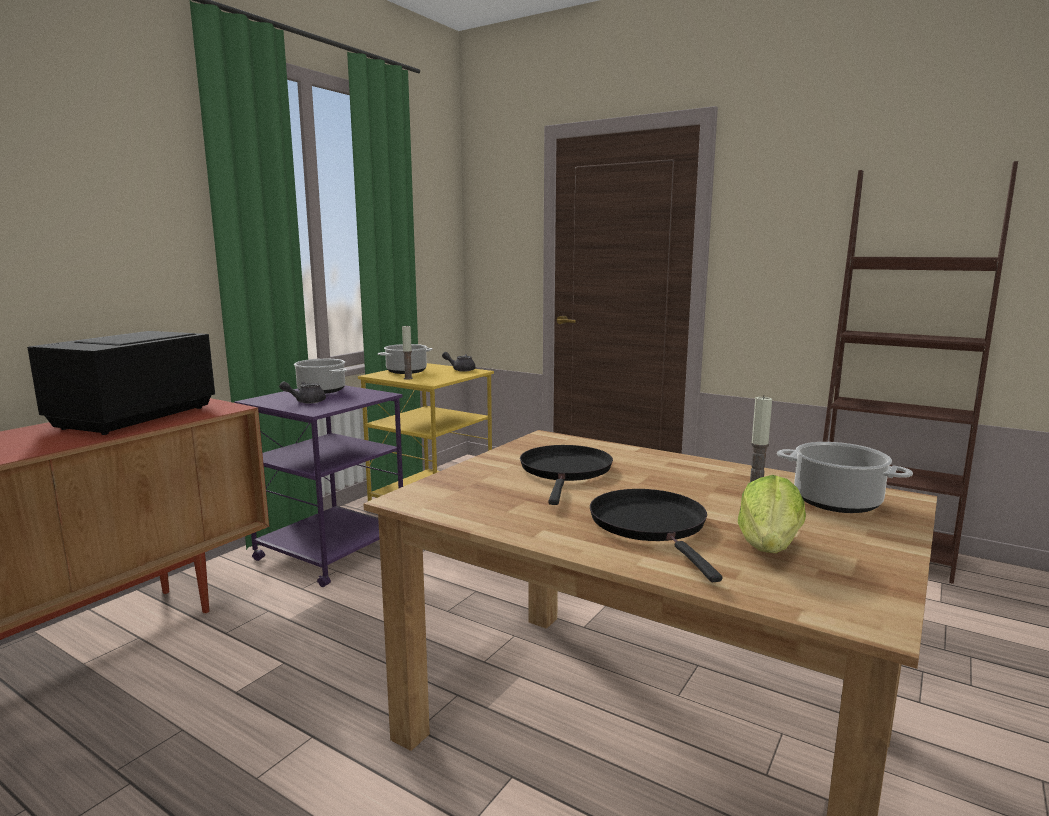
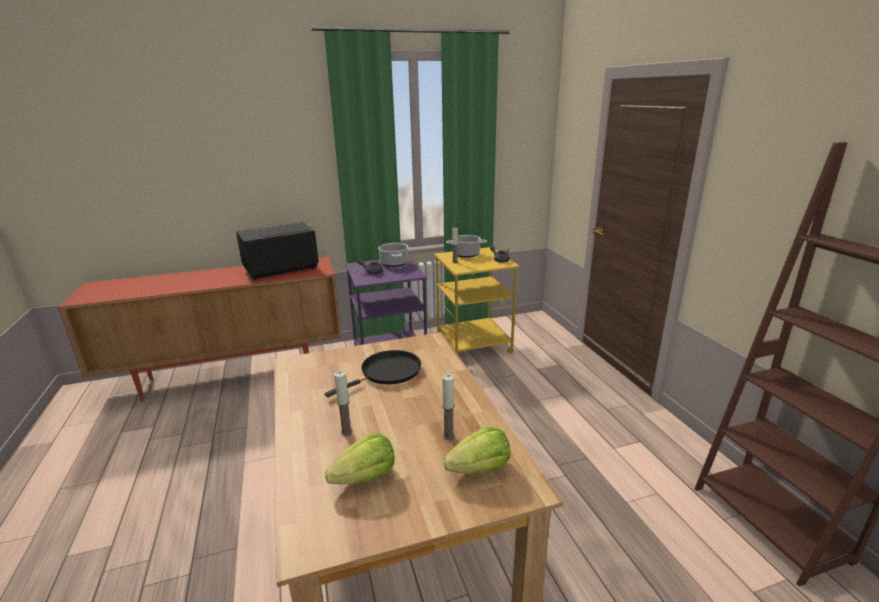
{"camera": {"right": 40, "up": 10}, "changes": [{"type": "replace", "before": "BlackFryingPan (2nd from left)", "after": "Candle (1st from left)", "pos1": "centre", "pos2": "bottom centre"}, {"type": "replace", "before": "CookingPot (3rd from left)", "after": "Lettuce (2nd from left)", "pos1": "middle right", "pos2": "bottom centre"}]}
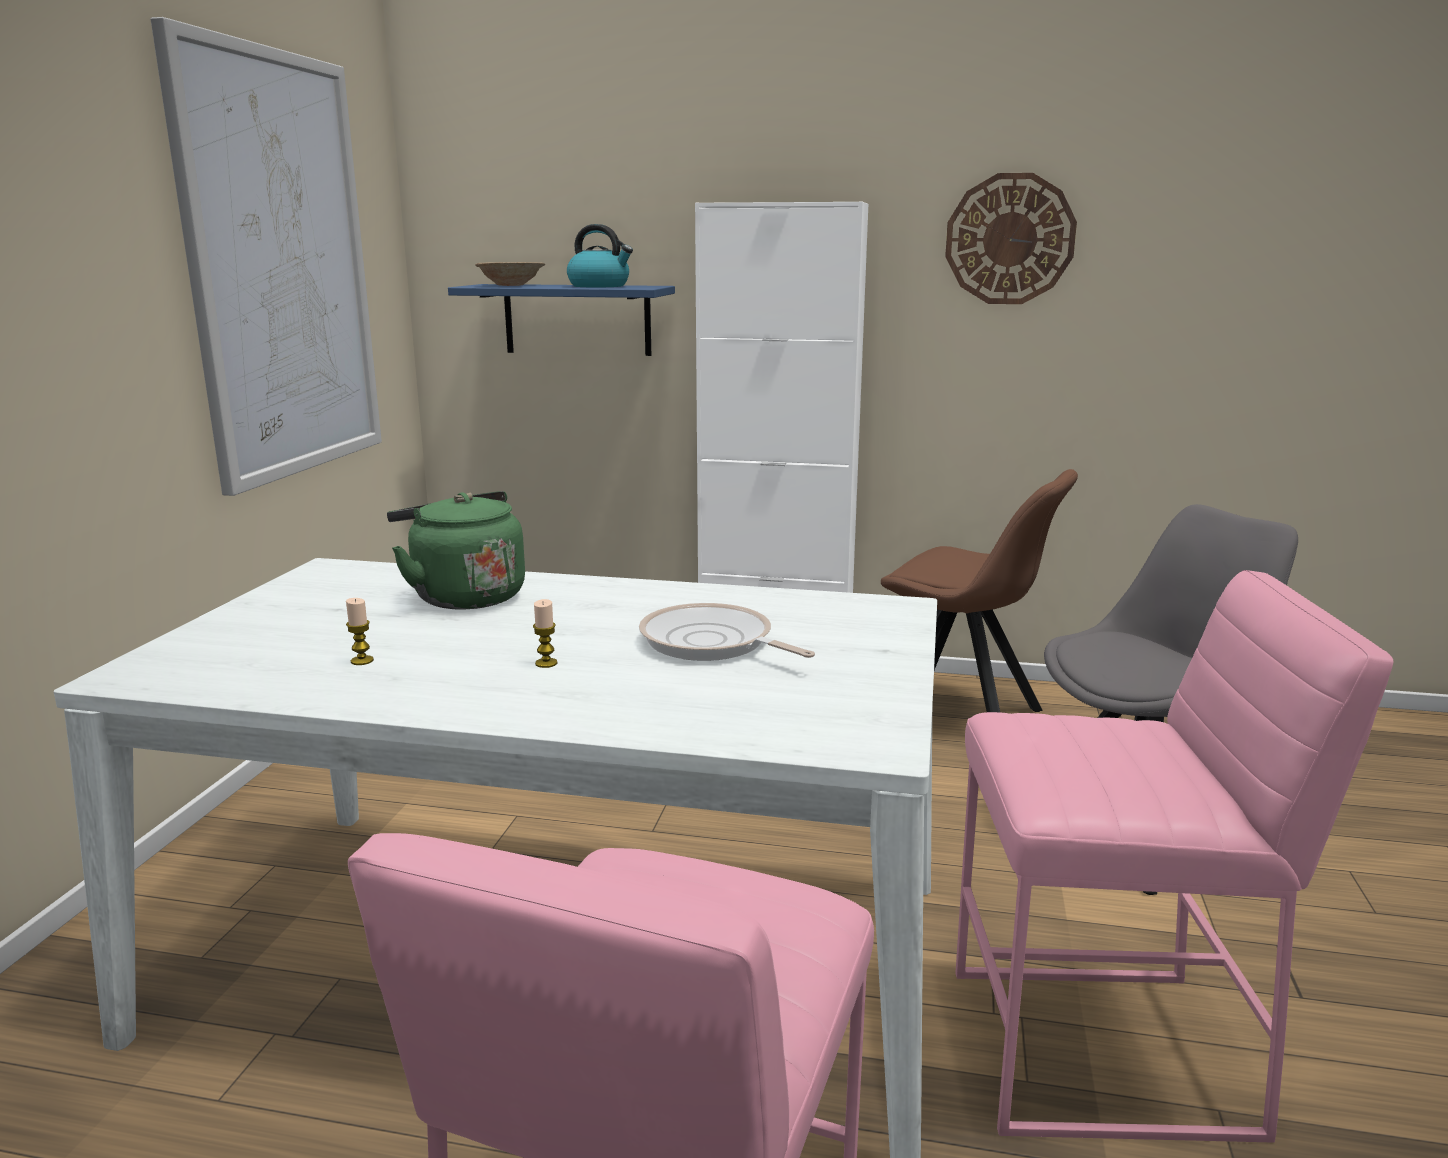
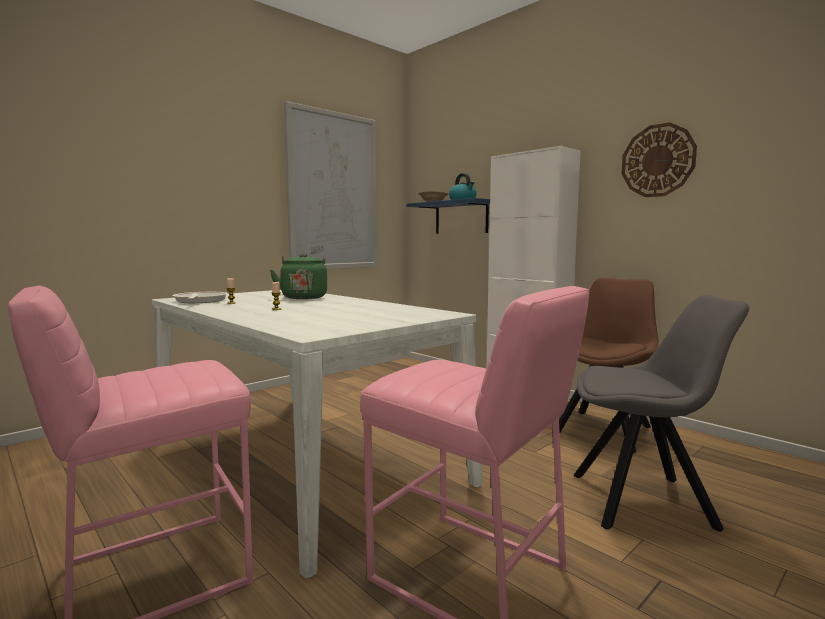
{"camera": {"right": 35, "up": -10}, "changes": [{"type": "move", "before": "FryingPan", "pos1": "centre", "pos2": "middle left"}, {"type": "rotate", "before": "BrownChair", "pos1": "middle right", "pos2": "middle right", "turn": -120}]}
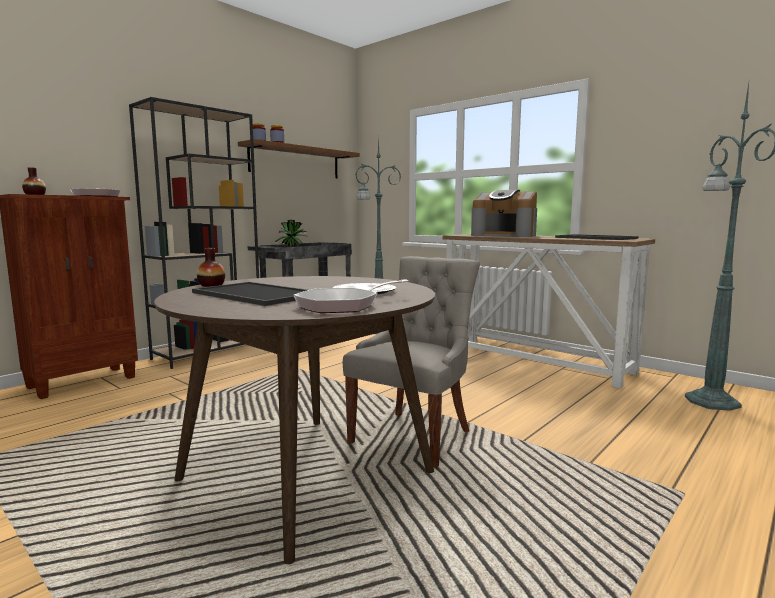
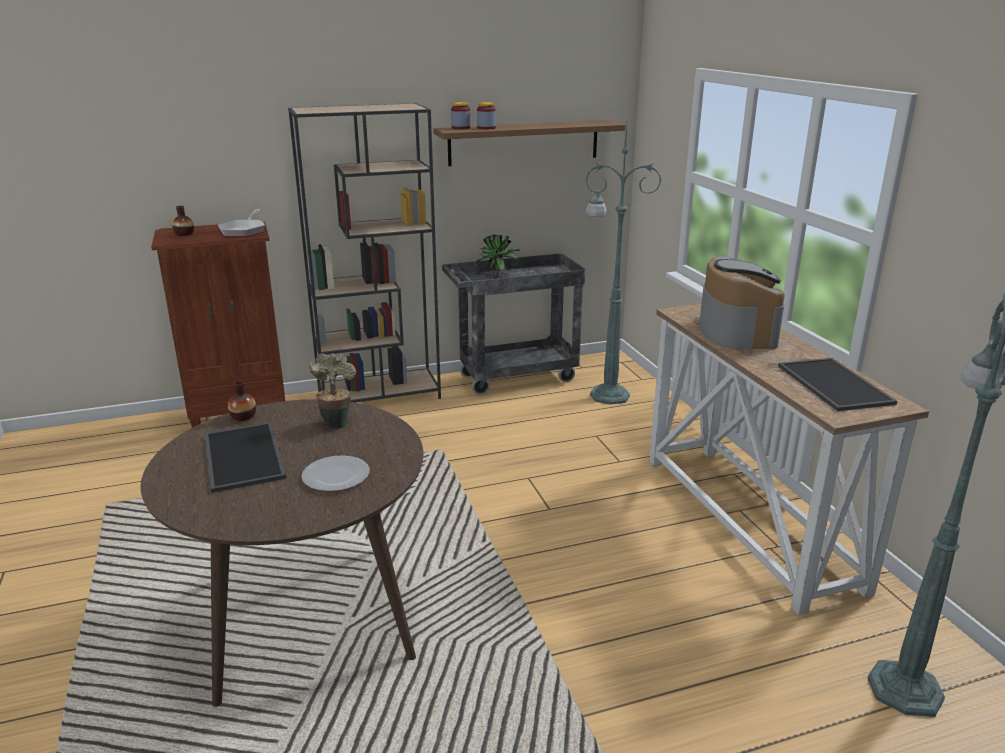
{"camera": {"right": 30, "up": 15}, "changes": [{"type": "insert", "after": "PottedPlant (1st from left)", "pos2": "middle left"}, {"type": "rotate", "before": "CoffeeMachine", "pos1": "centre", "pos2": "middle right", "turn": -150}, {"type": "delete", "before": "FryingPan (2nd from left)", "pos1": "centre"}, {"type": "delete", "before": "GreyChair", "pos1": "centre"}]}
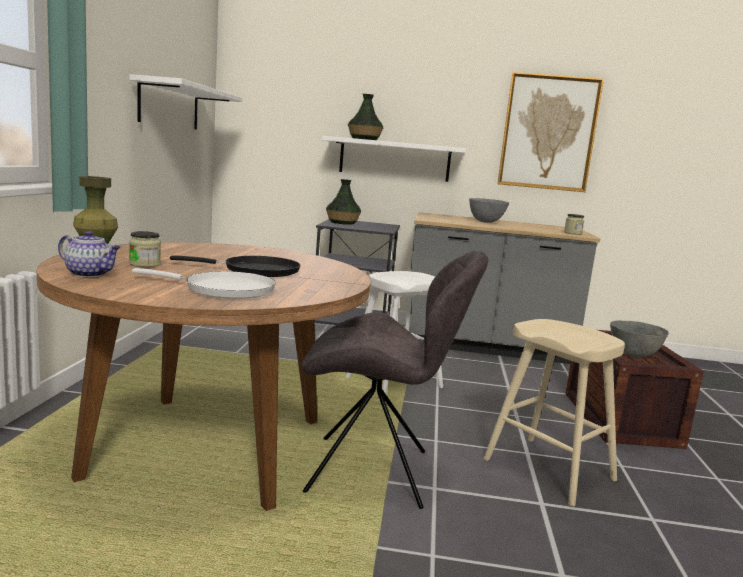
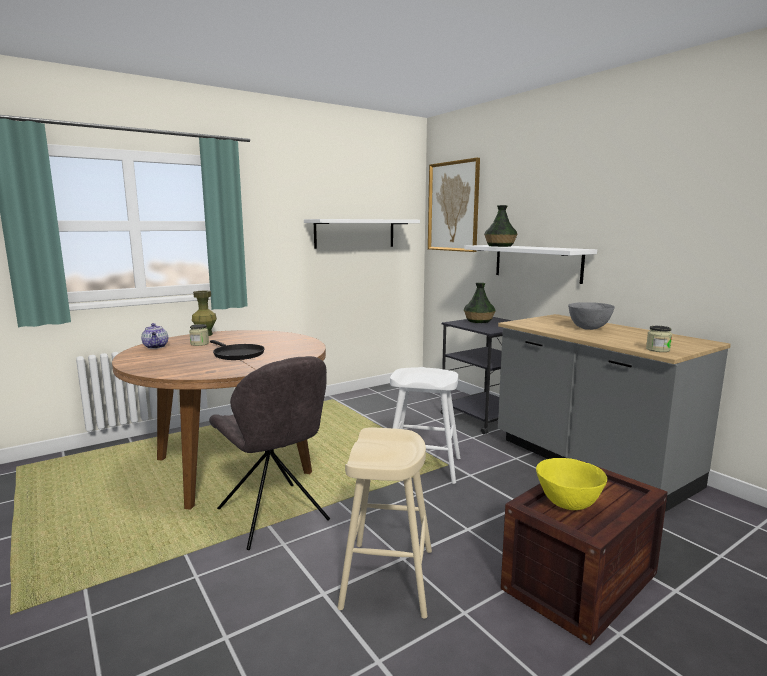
{"camera": {"right": 50, "up": 0}, "changes": [{"type": "move", "before": "Picture", "pos1": "top right", "pos2": "top centre"}, {"type": "recolor", "before": "GreyBowl (2nd from left)", "after": "YellowBowl", "pos1": "middle right", "pos2": "bottom right"}, {"type": "delete", "before": "WhiteFryingPan", "pos1": "middle left"}]}
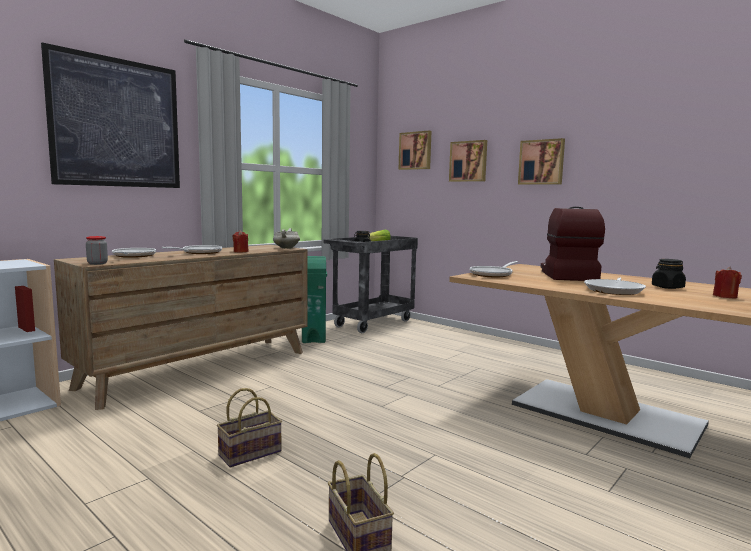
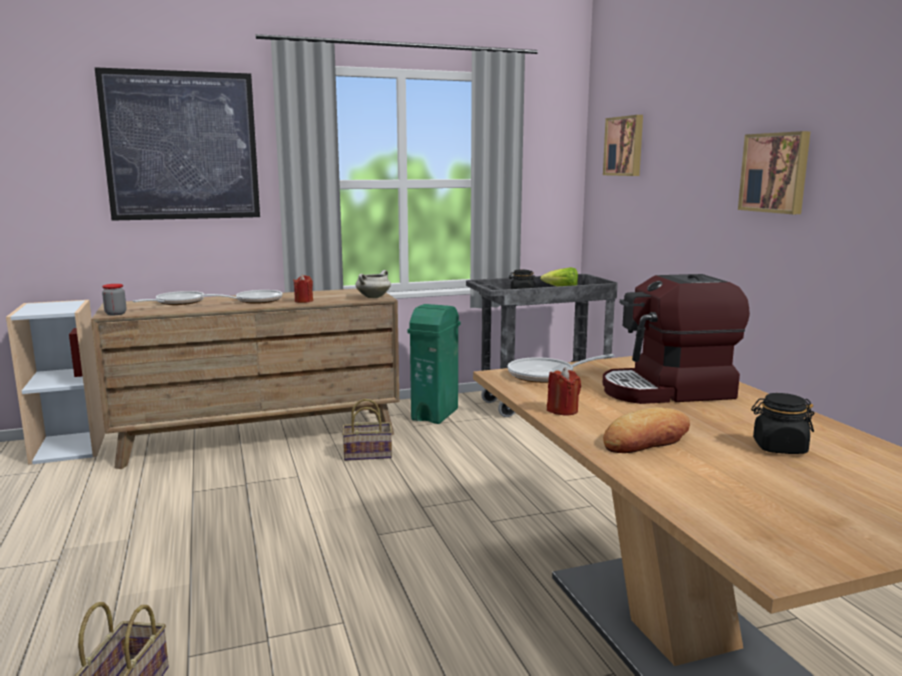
{"camera": {"right": 30, "up": 5}, "changes": [{"type": "move", "before": "Basket (1st from left in the first image)", "after": "Basket (2nd from left)", "pos1": "bottom left", "pos2": "centre"}, {"type": "move", "before": "RedCandle (2nd from left)", "pos1": "middle right", "pos2": "centre"}, {"type": "rotate", "before": "CoffeeMachine", "pos1": "middle right", "pos2": "middle right", "turn": -135}, {"type": "replace", "before": "FryingPan (4th from left)", "after": "Bread", "pos1": "middle right", "pos2": "middle right"}, {"type": "delete", "before": "Picture (3rd from left)", "pos1": "top centre"}]}
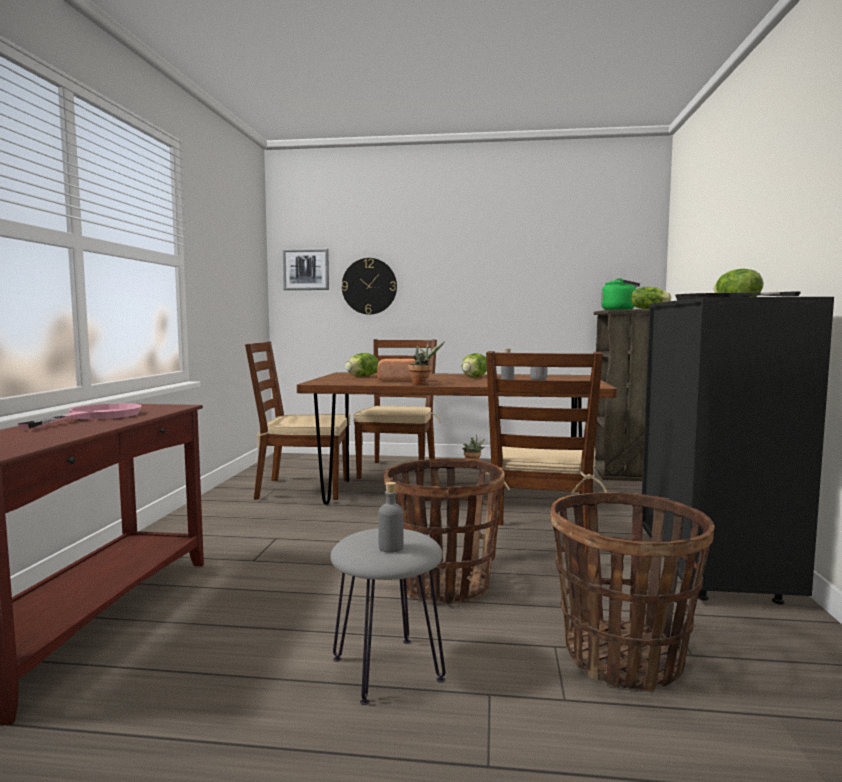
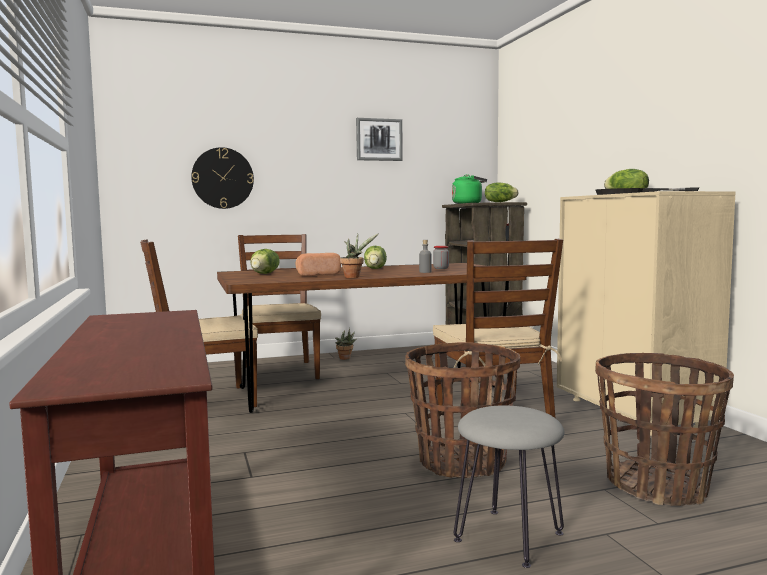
{"camera": {"right": -25, "up": 0}, "changes": [{"type": "move", "before": "Picture", "pos1": "centre", "pos2": "top centre"}, {"type": "recolor", "before": "BlackCabinet", "after": "BeigeCabinet", "pos1": "middle right", "pos2": "middle right"}, {"type": "delete", "before": "PinkFryingPan", "pos1": "middle left"}, {"type": "delete", "before": "GreyBottle (1st from left)", "pos1": "centre"}]}
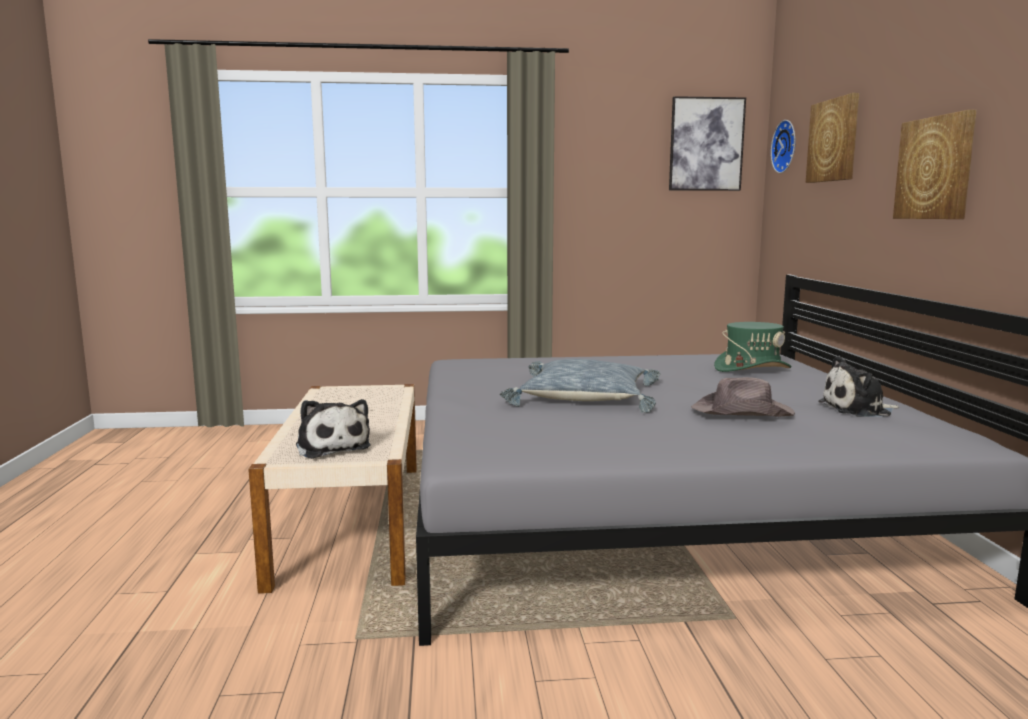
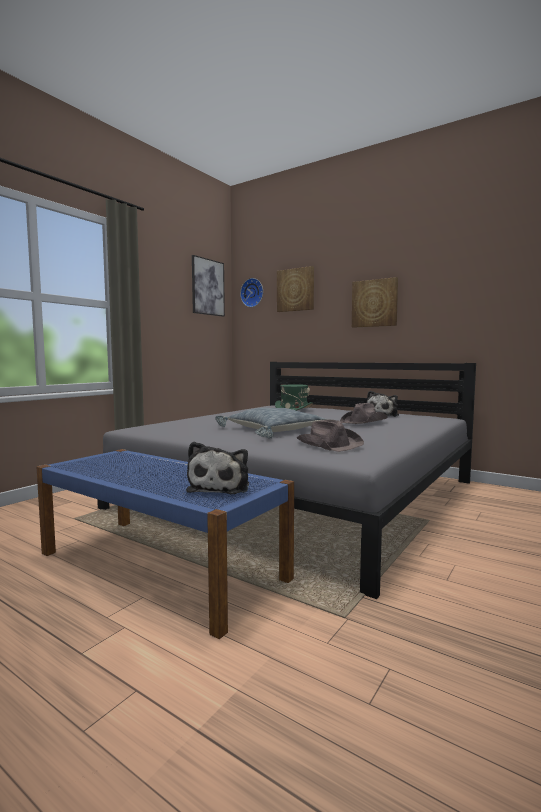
{"camera": {"right": -50, "up": -5}, "changes": [{"type": "recolor", "before": "BeigeBench", "after": "BlueBench", "pos1": "bottom left", "pos2": "bottom left"}, {"type": "rotate", "before": "PlushToy (1st from left)", "pos1": "middle left", "pos2": "centre", "turn": 90}, {"type": "insert", "after": "BrownHat (1st from left)", "pos2": "centre"}]}
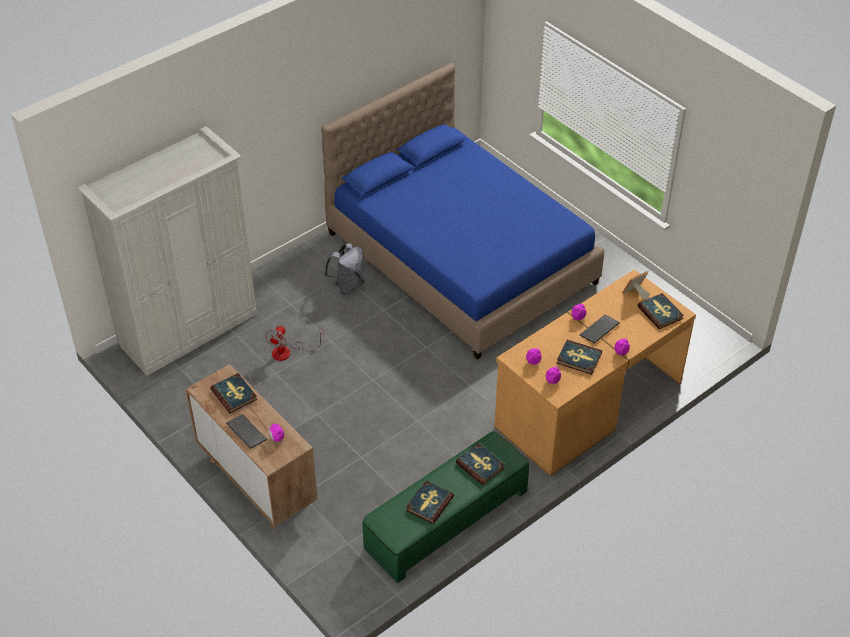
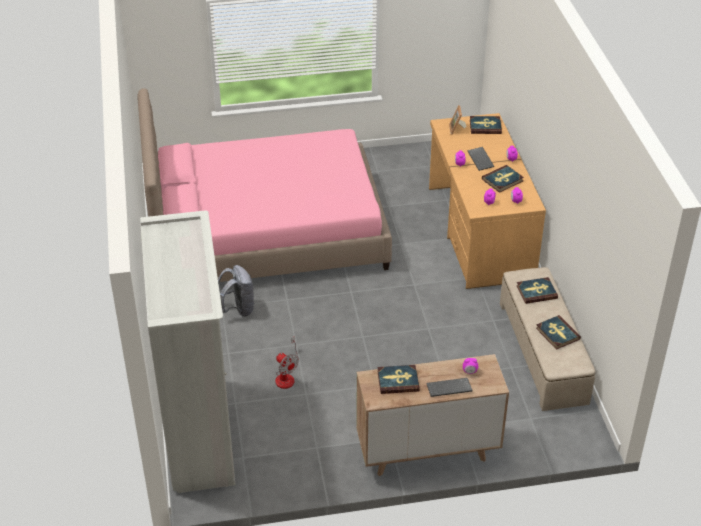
{"camera": {"right": -60, "up": -5}, "changes": [{"type": "recolor", "before": "BlueBed", "after": "PinkBed", "pos1": "top centre", "pos2": "centre"}, {"type": "recolor", "before": "GreenBench", "after": "BeigeBench", "pos1": "bottom centre", "pos2": "middle right"}]}
